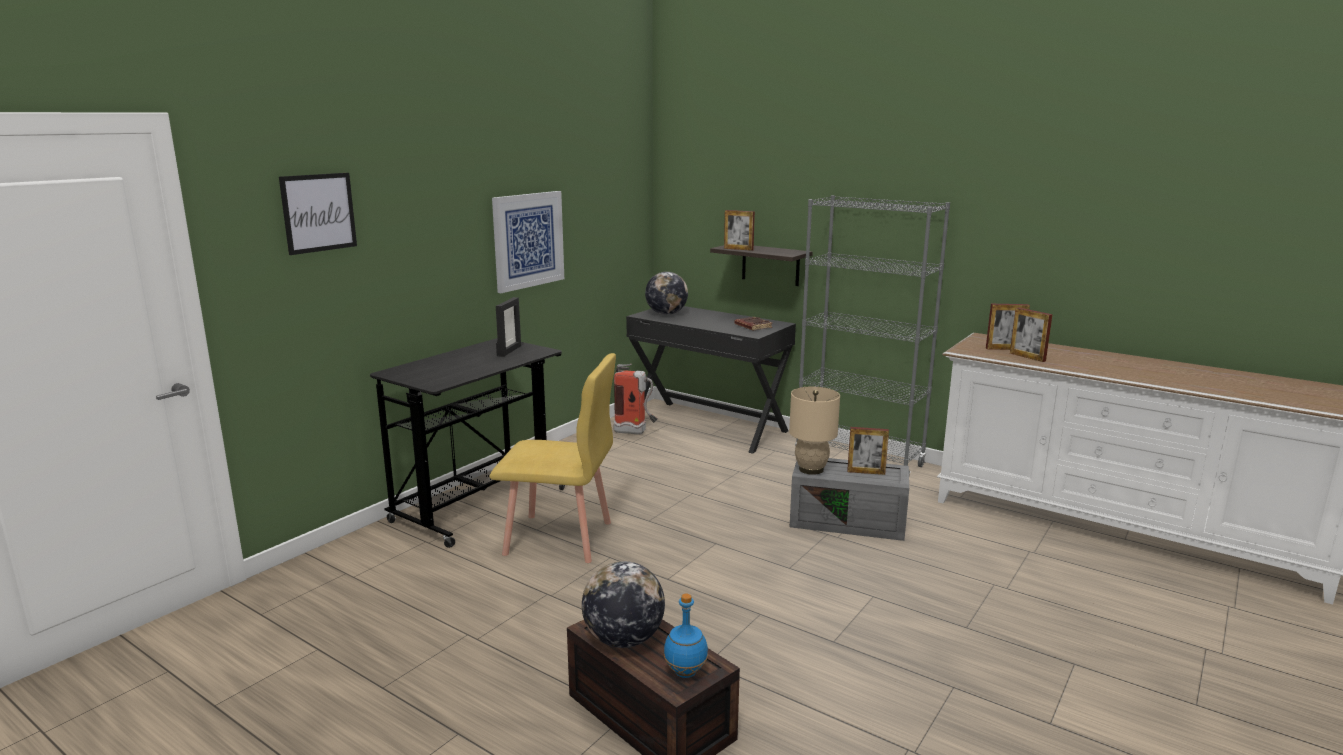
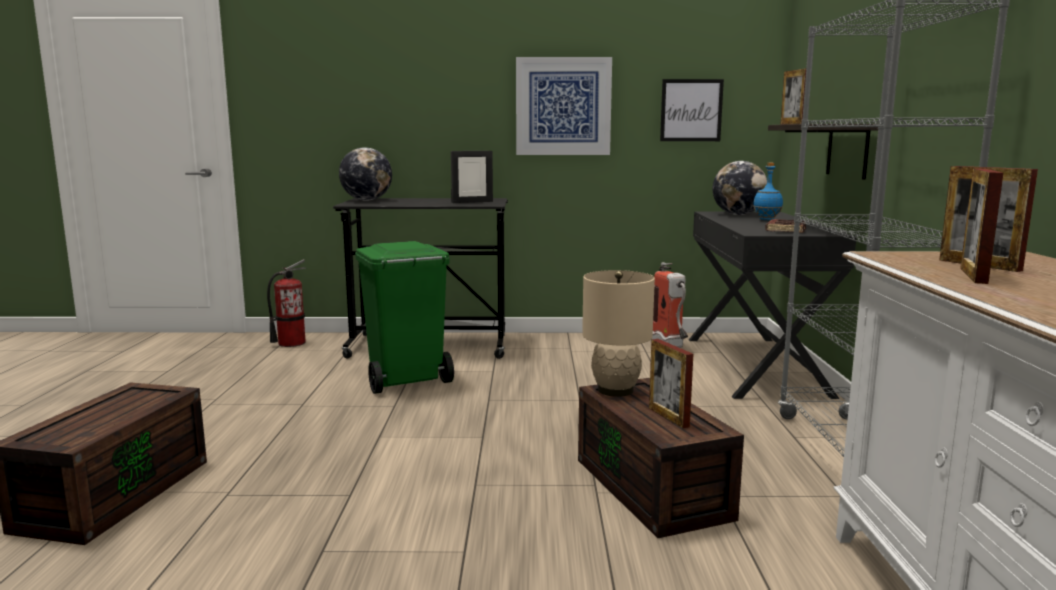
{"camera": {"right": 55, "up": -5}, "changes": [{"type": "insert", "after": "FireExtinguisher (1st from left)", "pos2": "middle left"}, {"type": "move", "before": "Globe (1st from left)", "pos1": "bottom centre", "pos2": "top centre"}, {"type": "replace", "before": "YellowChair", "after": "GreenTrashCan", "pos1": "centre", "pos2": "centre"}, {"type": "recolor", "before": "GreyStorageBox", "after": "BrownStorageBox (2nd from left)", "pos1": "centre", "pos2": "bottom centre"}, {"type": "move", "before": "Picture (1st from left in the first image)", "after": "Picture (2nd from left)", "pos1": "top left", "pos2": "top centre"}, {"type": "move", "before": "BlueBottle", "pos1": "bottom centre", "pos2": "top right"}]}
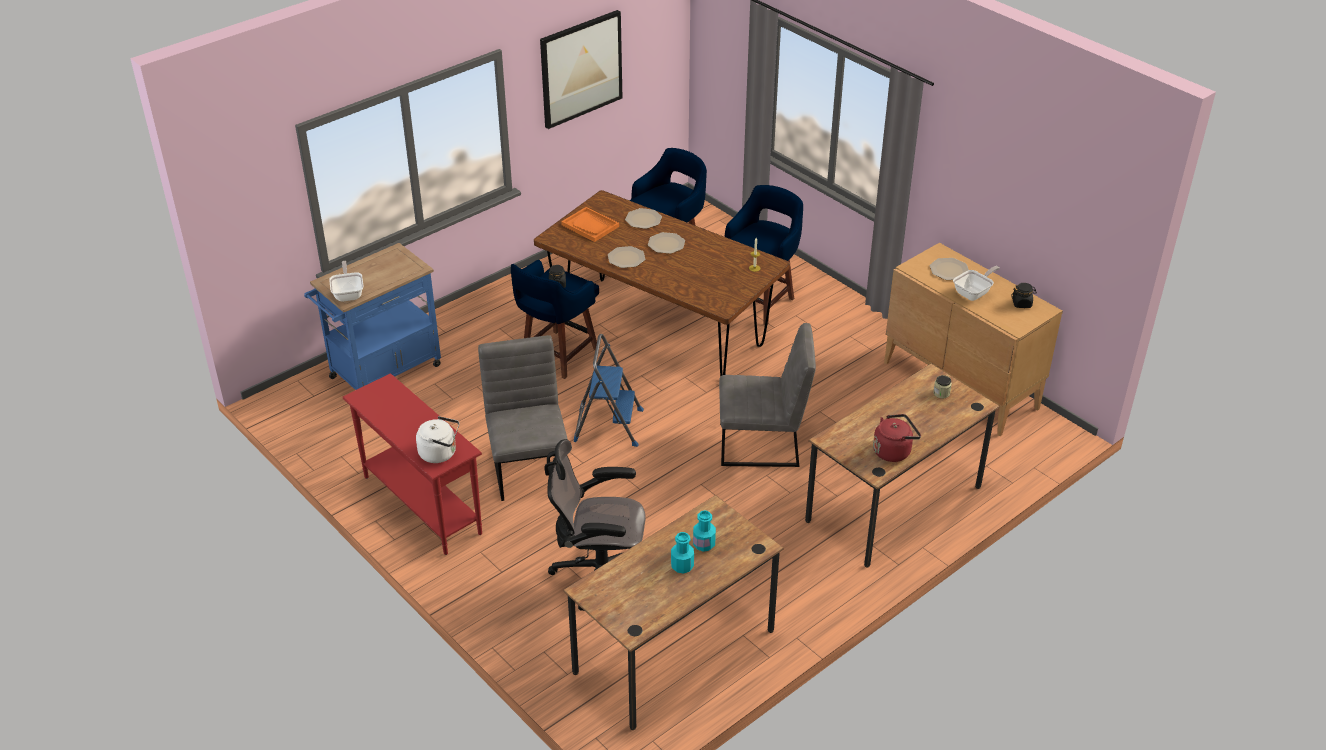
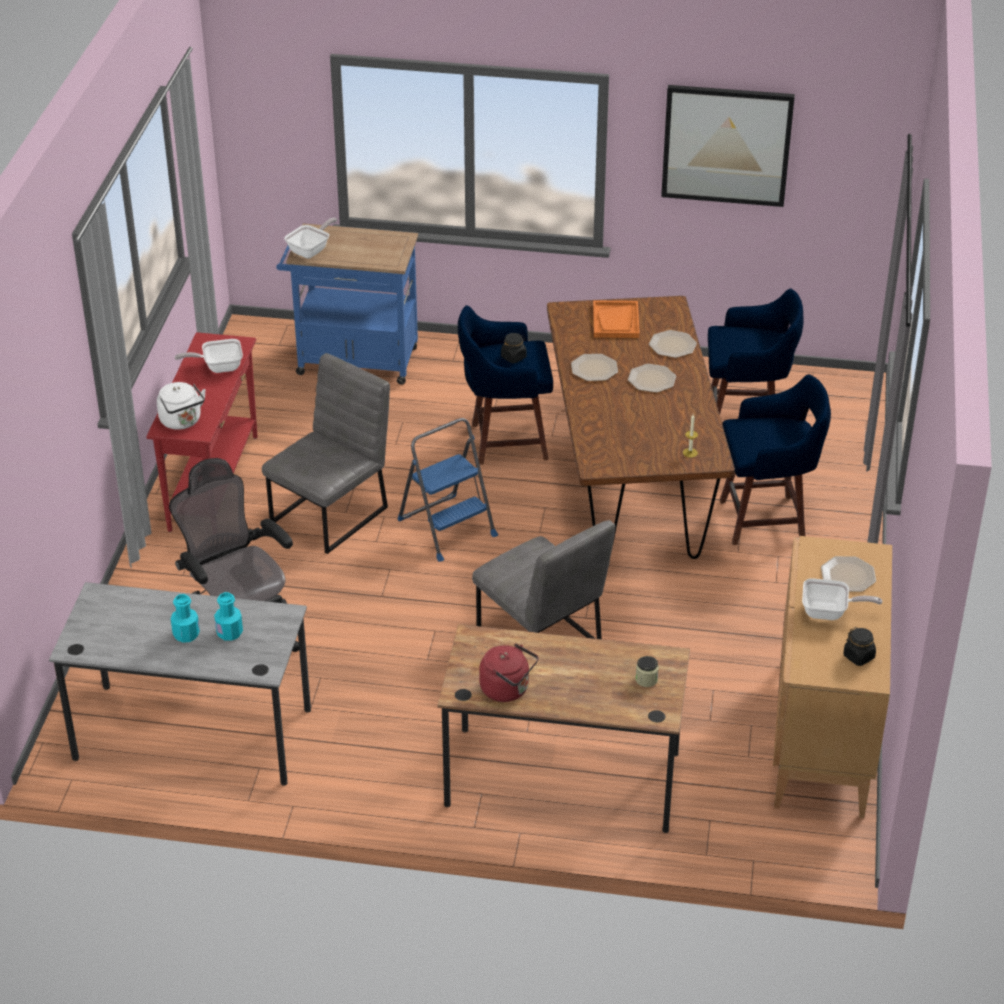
{"camera": {"right": 50, "up": 0}, "changes": [{"type": "recolor", "before": "BrownDesk (1st from left)", "after": "GreyDesk", "pos1": "bottom centre", "pos2": "bottom left"}, {"type": "insert", "after": "FryingPan (1st from left)", "pos2": "middle left"}]}
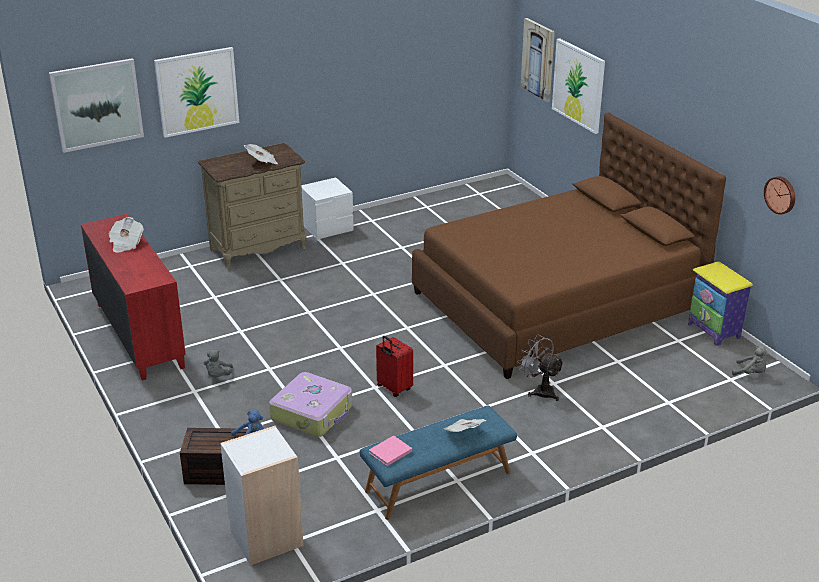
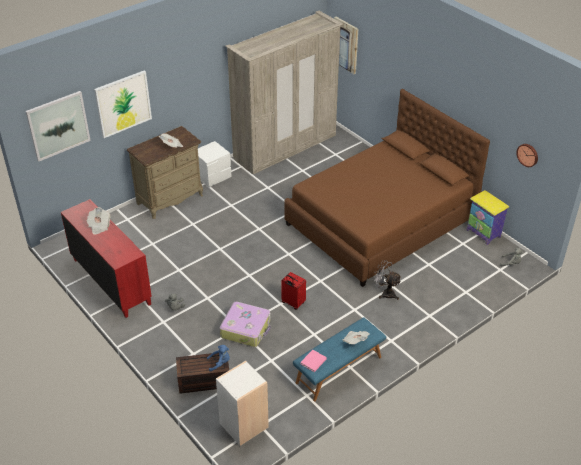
{"camera": {"right": -10, "up": 10}, "changes": [{"type": "insert", "after": "BeigeWardrobe", "pos2": "top centre"}, {"type": "delete", "before": "Picture (4th from left)", "pos1": "top right"}]}
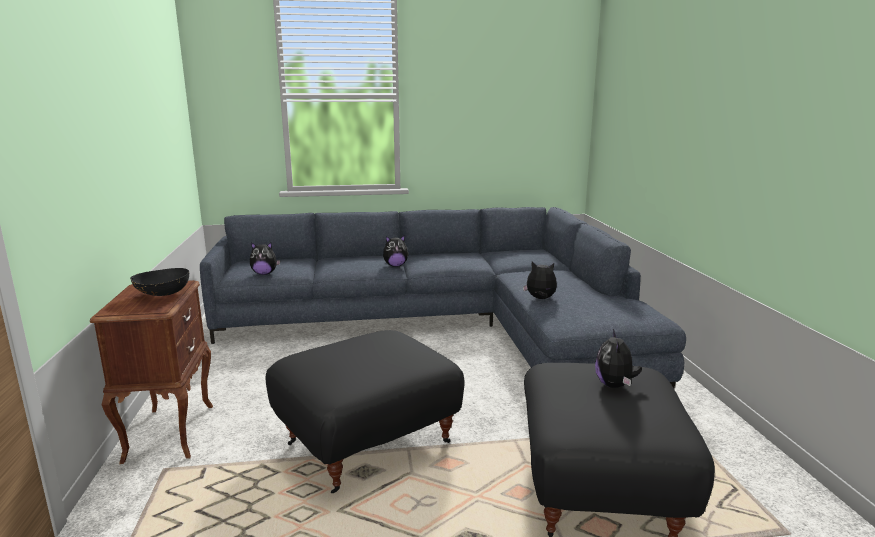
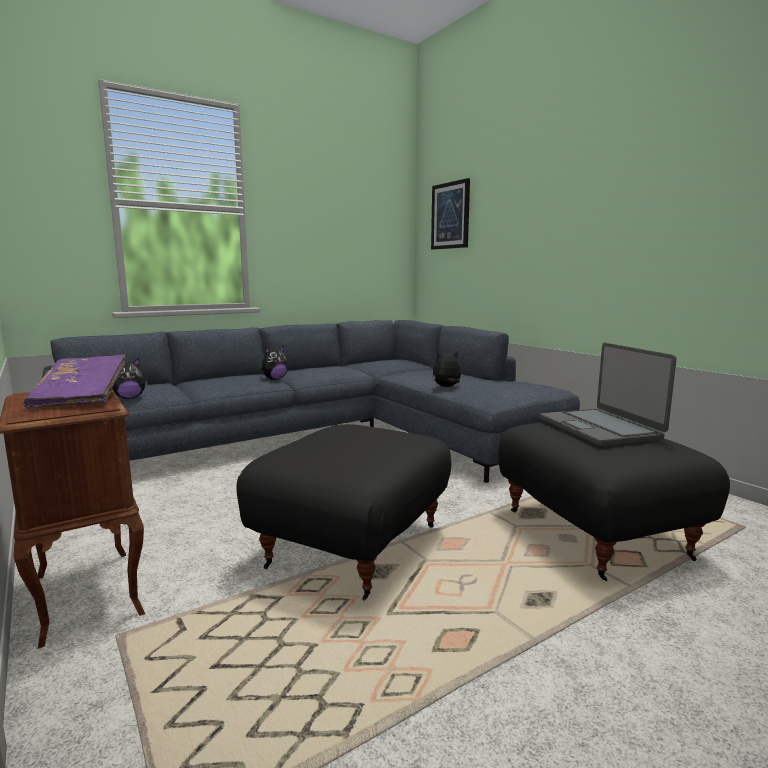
{"camera": {"right": -25, "up": -5}, "changes": [{"type": "replace", "before": "BlackBowl", "after": "PurpleBook", "pos1": "middle left", "pos2": "middle left"}, {"type": "insert", "after": "Picture", "pos2": "top centre"}, {"type": "replace", "before": "PlushToy (4th from left)", "after": "Laptop", "pos1": "bottom right", "pos2": "middle right"}]}
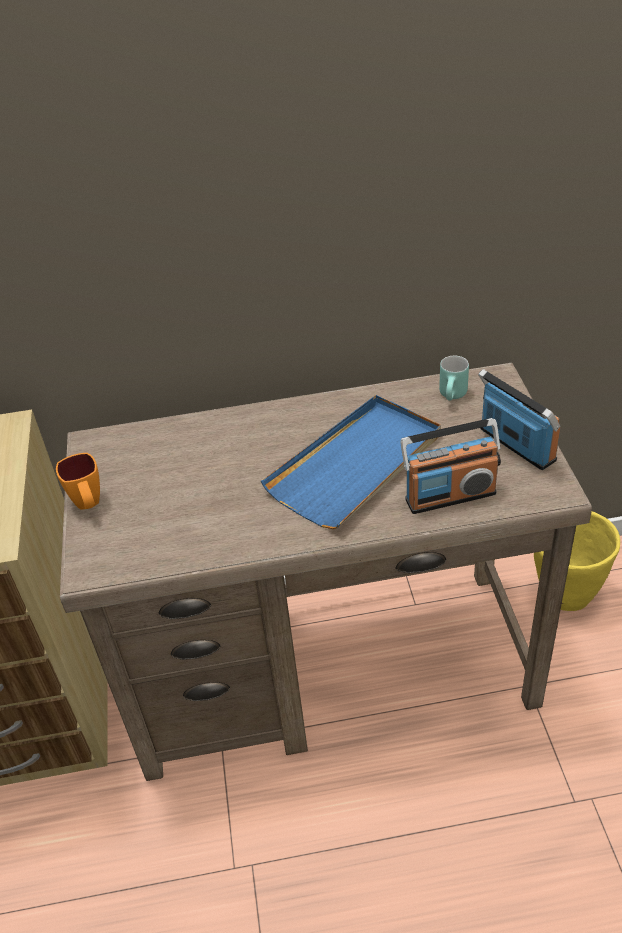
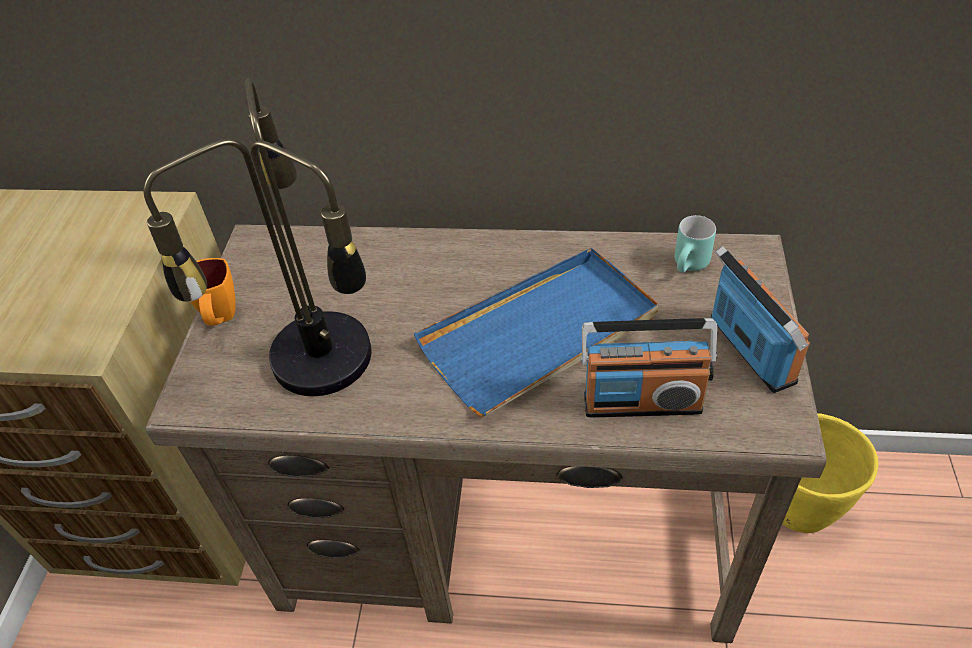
{"camera": {"right": 15, "up": 5}, "changes": [{"type": "insert", "after": "TableLamp", "pos2": "middle left"}]}
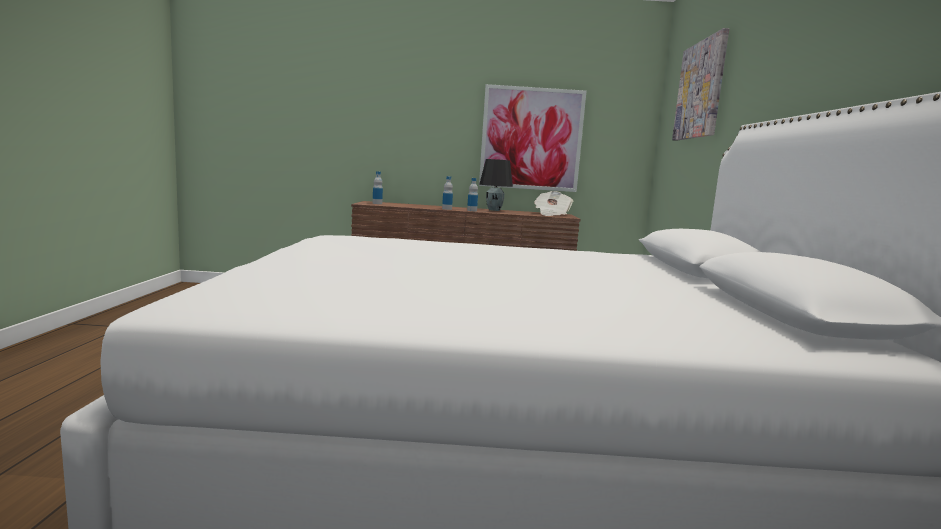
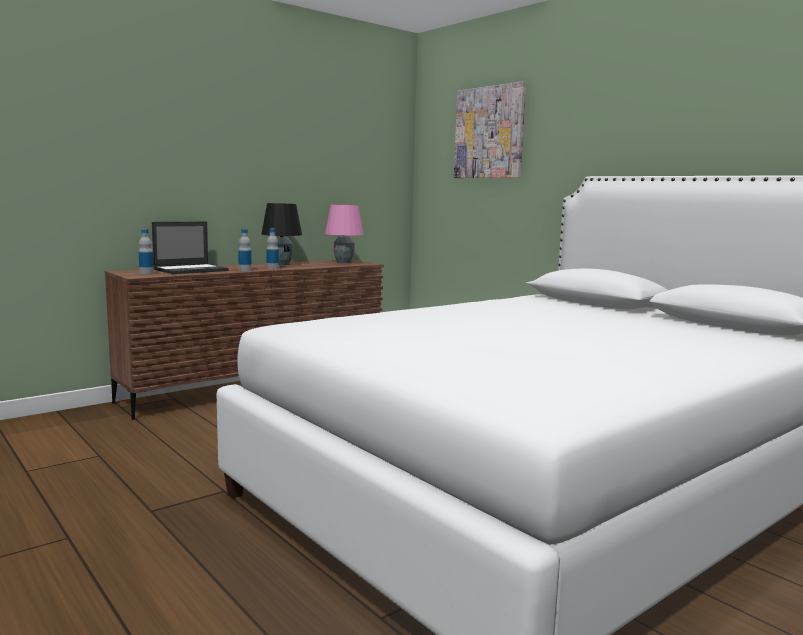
{"camera": {"right": -40, "up": 0}, "changes": [{"type": "insert", "after": "Laptop", "pos2": "middle left"}, {"type": "replace", "before": "Newspaper", "after": "PinkTableLamp", "pos1": "centre", "pos2": "centre"}, {"type": "delete", "before": "Picture (1st from left)", "pos1": "top centre"}]}
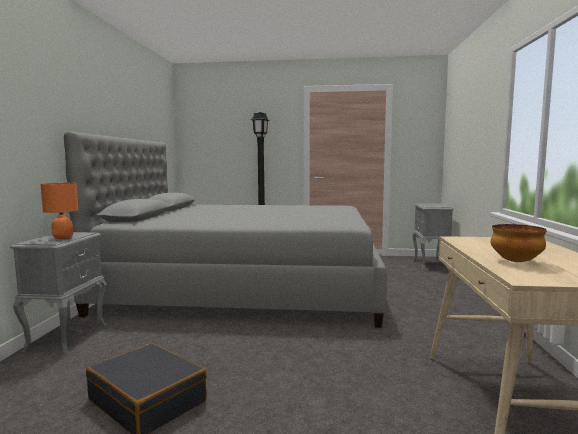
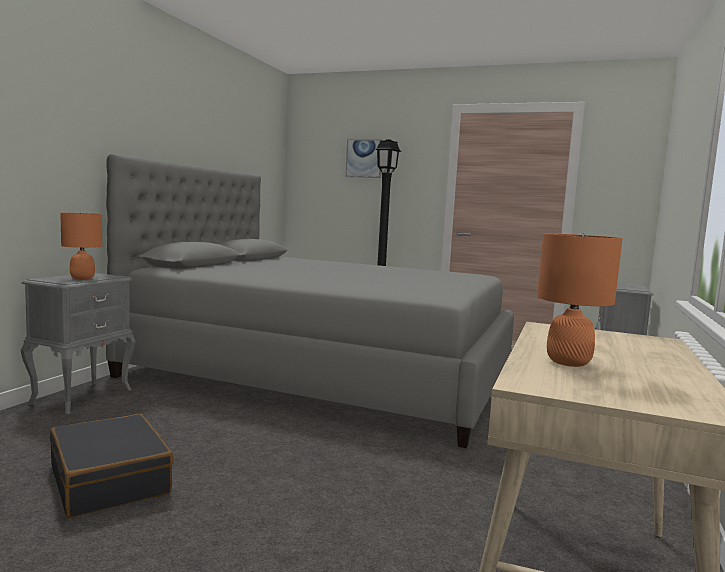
{"camera": {"right": 15, "up": 0}, "changes": [{"type": "insert", "after": "Picture", "pos2": "top centre"}, {"type": "replace", "before": "Bowl", "after": "OrangeTableLamp (2nd from left)", "pos1": "middle right", "pos2": "middle right"}]}
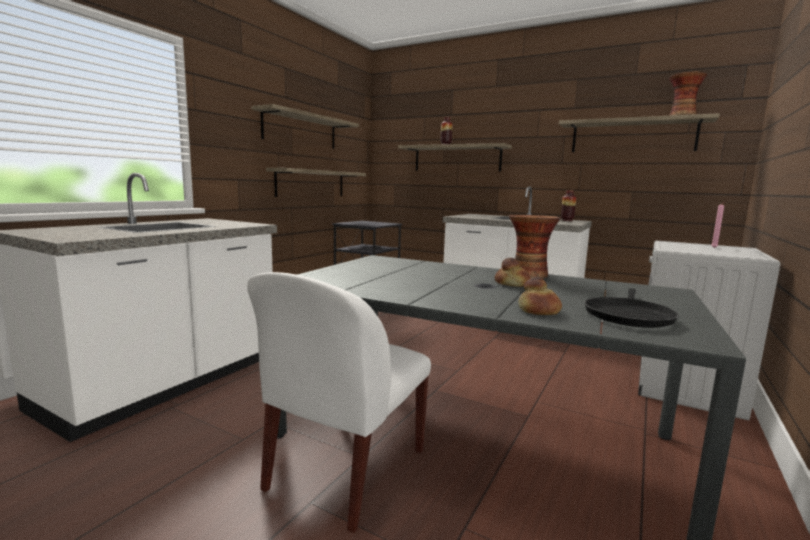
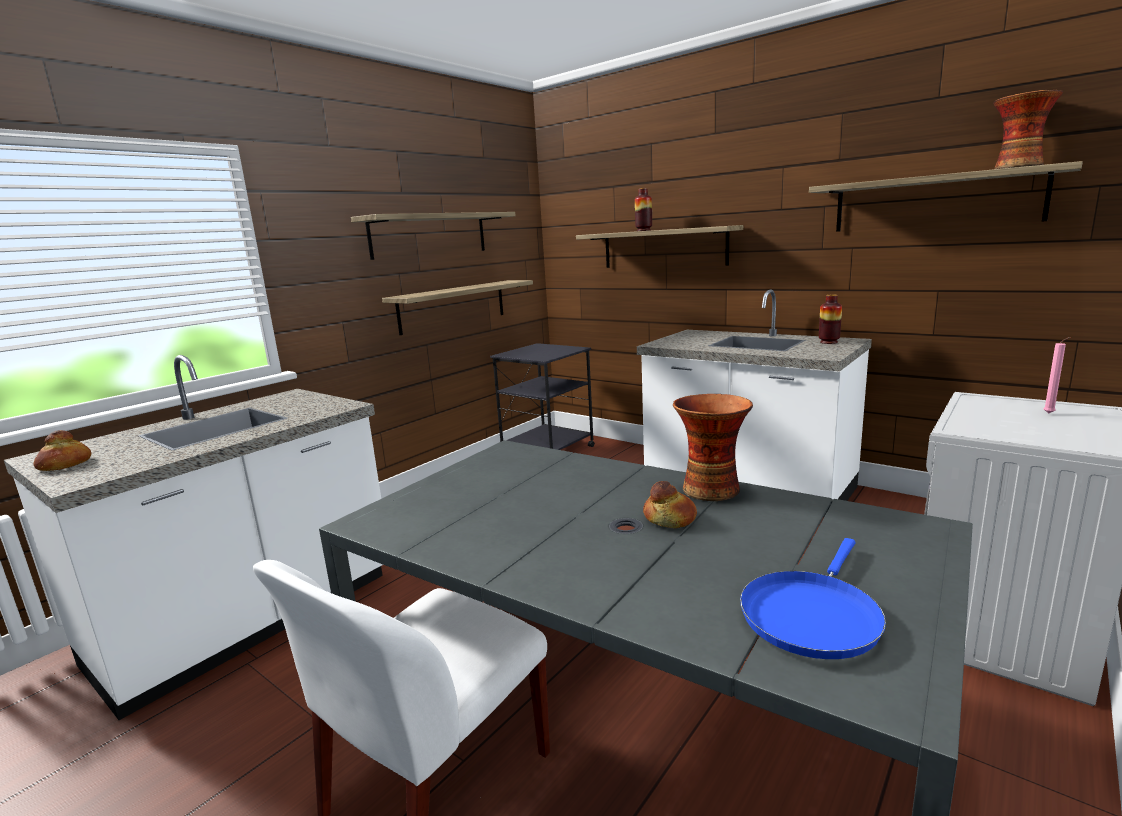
{"camera": {"right": 10, "up": 5}, "changes": [{"type": "move", "before": "Bread (2nd from left in the first image)", "after": "Bread (1st from left)", "pos1": "middle right", "pos2": "middle left"}, {"type": "recolor", "before": "BlackFryingPan", "after": "BlueFryingPan", "pos1": "middle right", "pos2": "bottom right"}]}
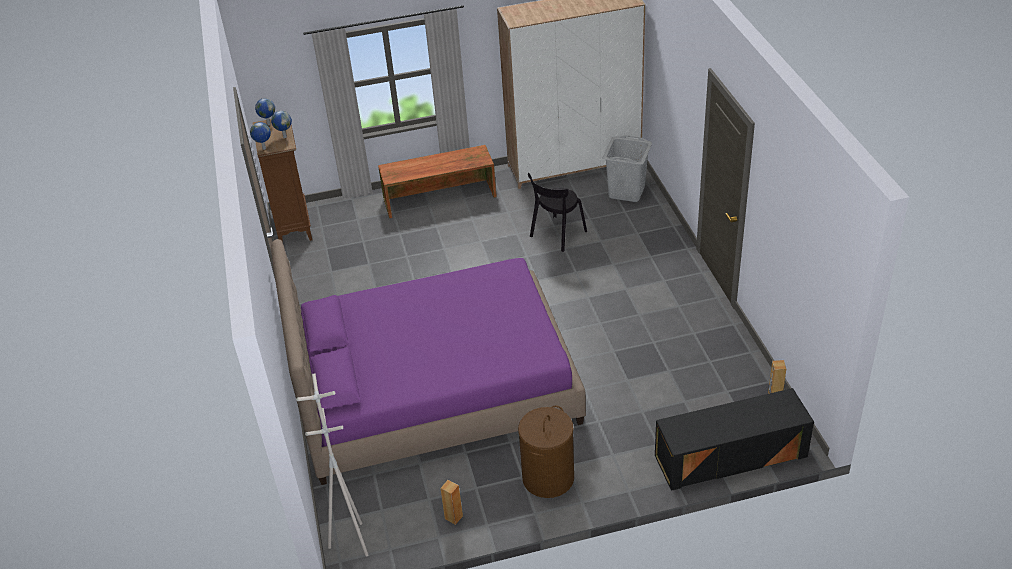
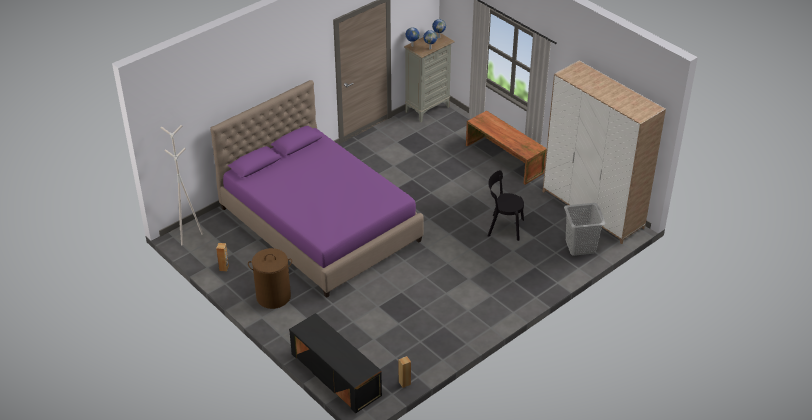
{"camera": {"right": 60, "up": 0}, "changes": [{"type": "recolor", "before": "BrownDresser", "after": "GreyDresser", "pos1": "top left", "pos2": "top centre"}]}
